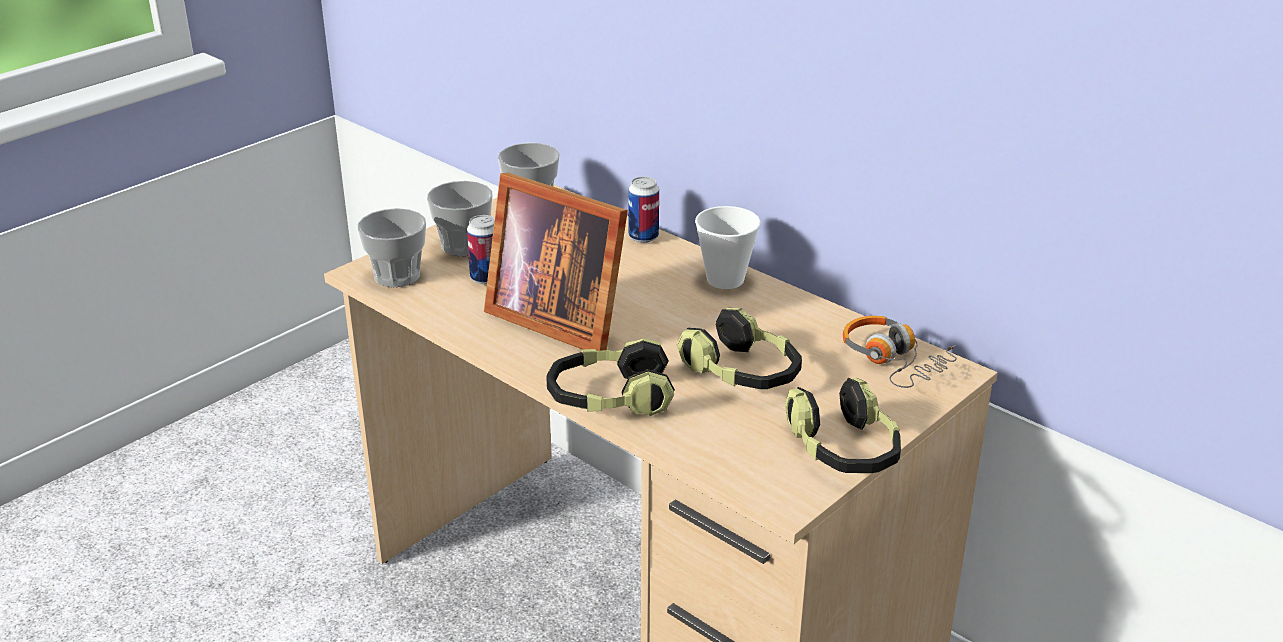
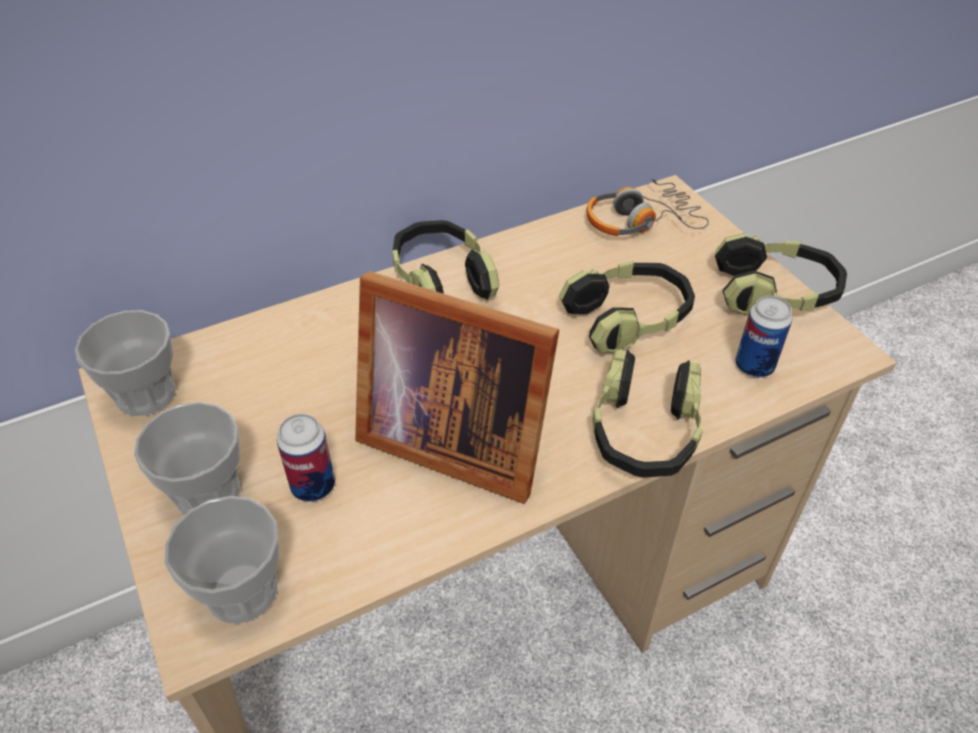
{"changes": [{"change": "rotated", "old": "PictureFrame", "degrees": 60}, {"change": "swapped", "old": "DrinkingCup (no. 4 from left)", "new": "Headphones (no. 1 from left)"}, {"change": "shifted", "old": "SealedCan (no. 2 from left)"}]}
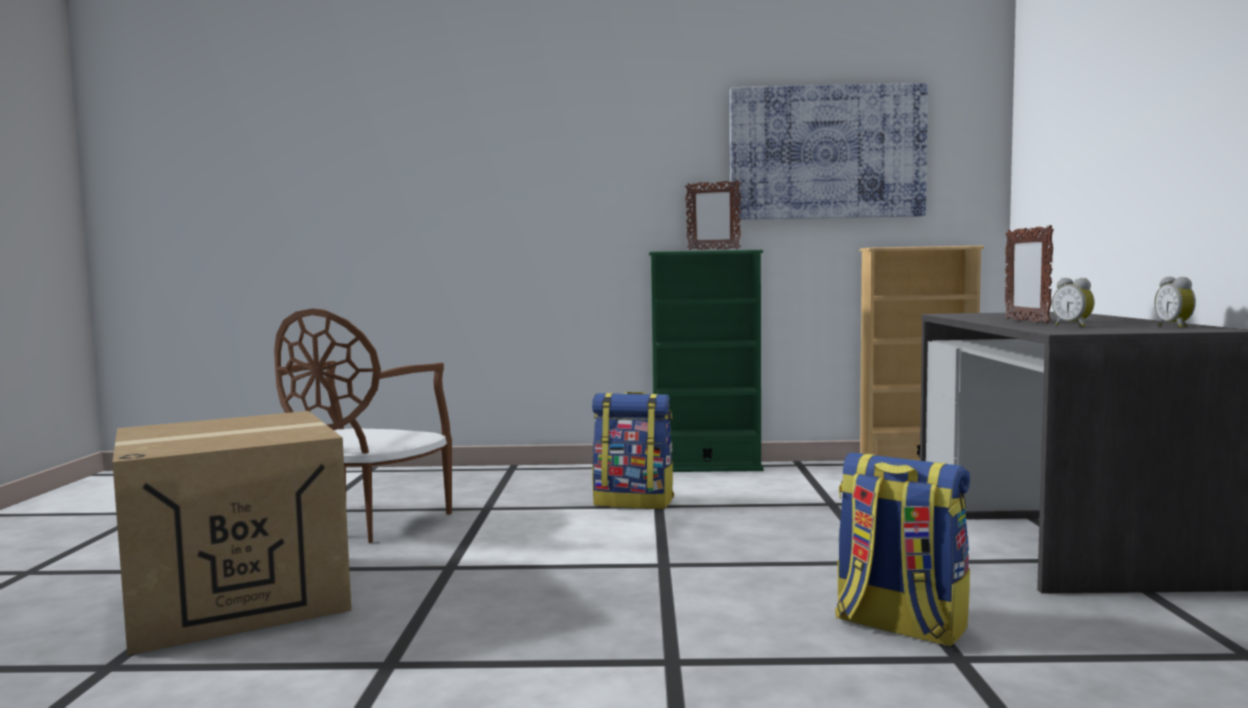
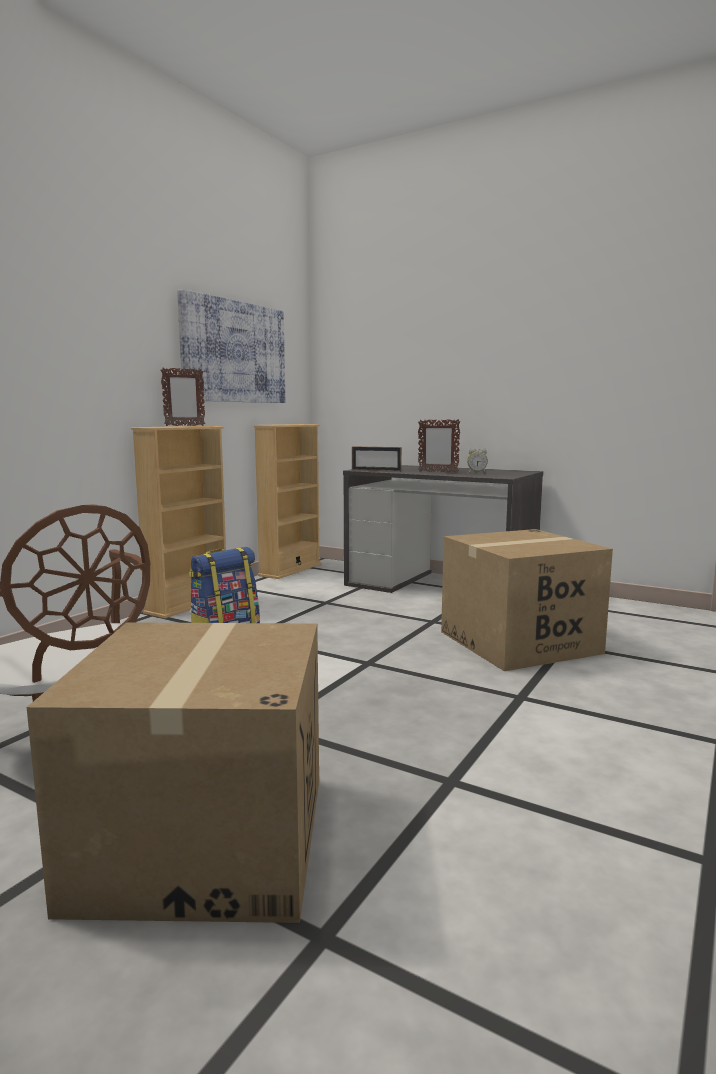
{"changes": [{"change": "repainted", "old": "GreenBookshelf", "new": "BeigeBookshelf (no. 1 from left)"}, {"change": "new", "new": "PictureFrame (no. 2 from left)"}, {"change": "swapped", "old": "Backpack (no. 2 from left)", "new": "Carton (no. 2 from left)"}, {"change": "gone", "old": "TableClock (no. 2 from left)"}]}
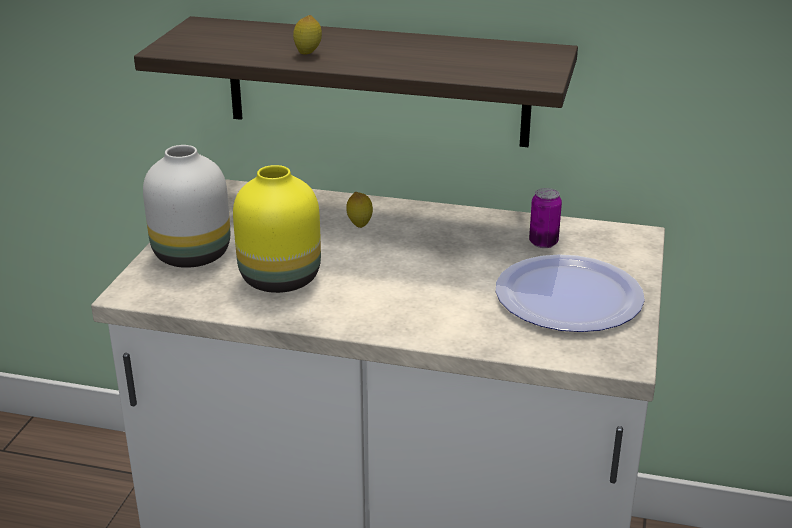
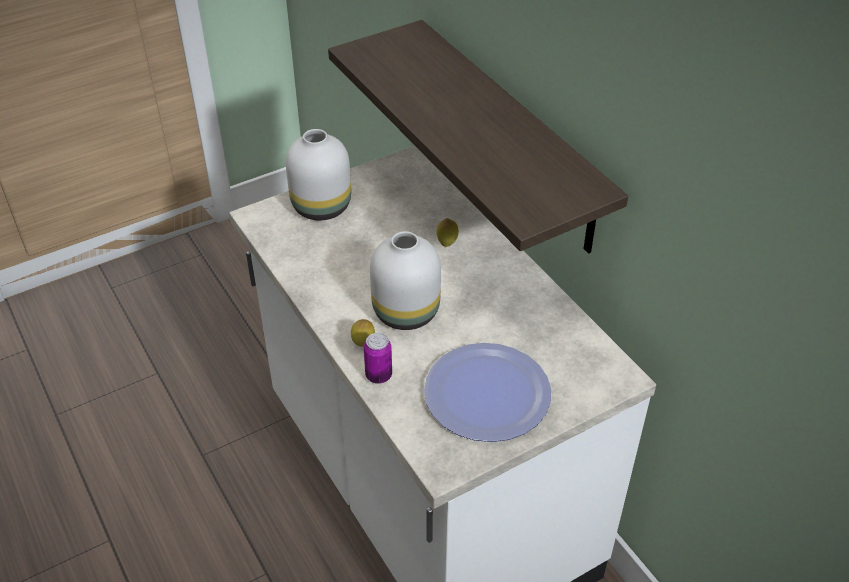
{"changes": [{"change": "shifted", "old": "Lemon (no. 1 from left)"}, {"change": "shifted", "old": "SealedCan"}, {"change": "new", "new": "WhitishVase (no. 2 from left)"}, {"change": "gone", "old": "YellowishVase"}]}
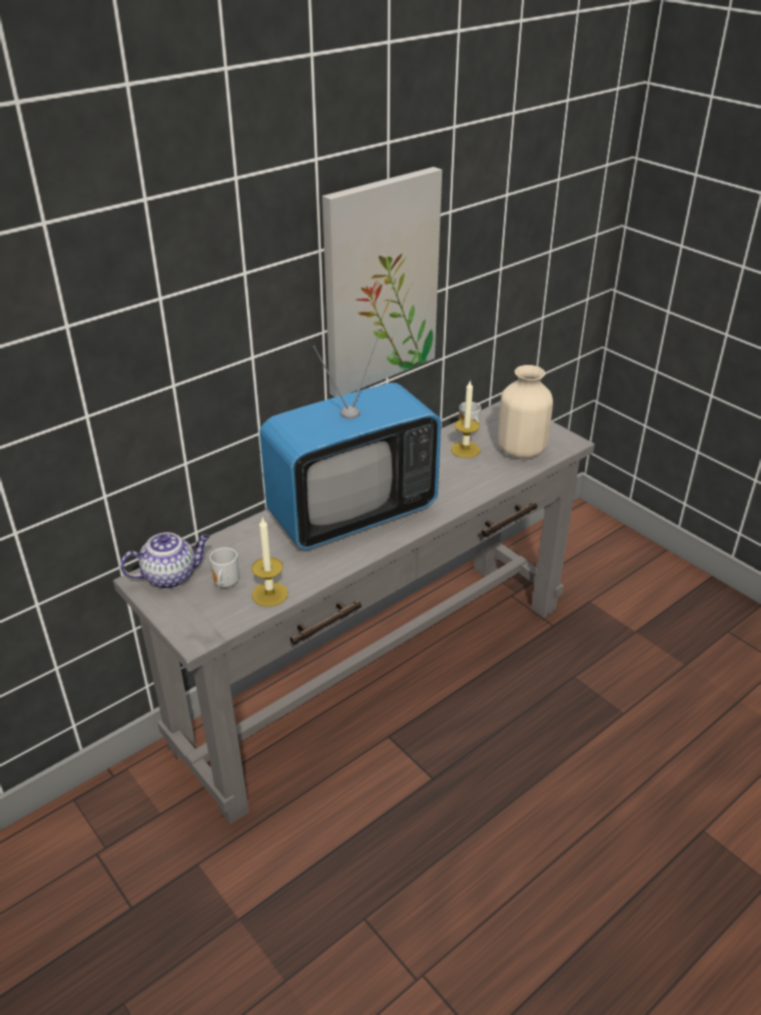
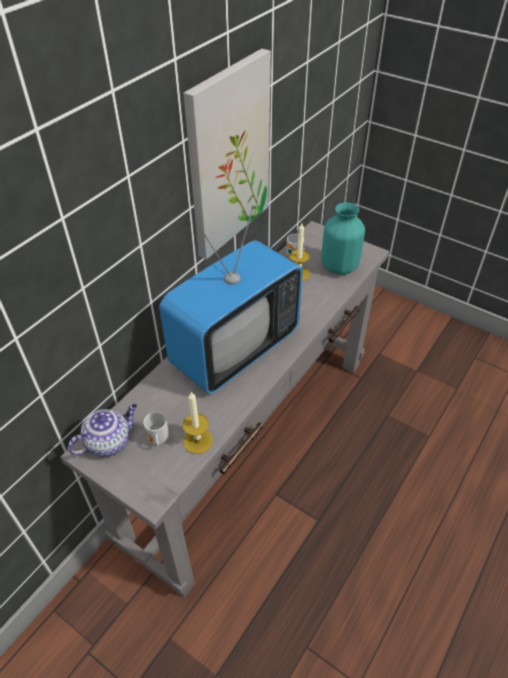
{"changes": [{"change": "repainted", "old": "BeigeVase", "new": "TurquoiseVase"}]}
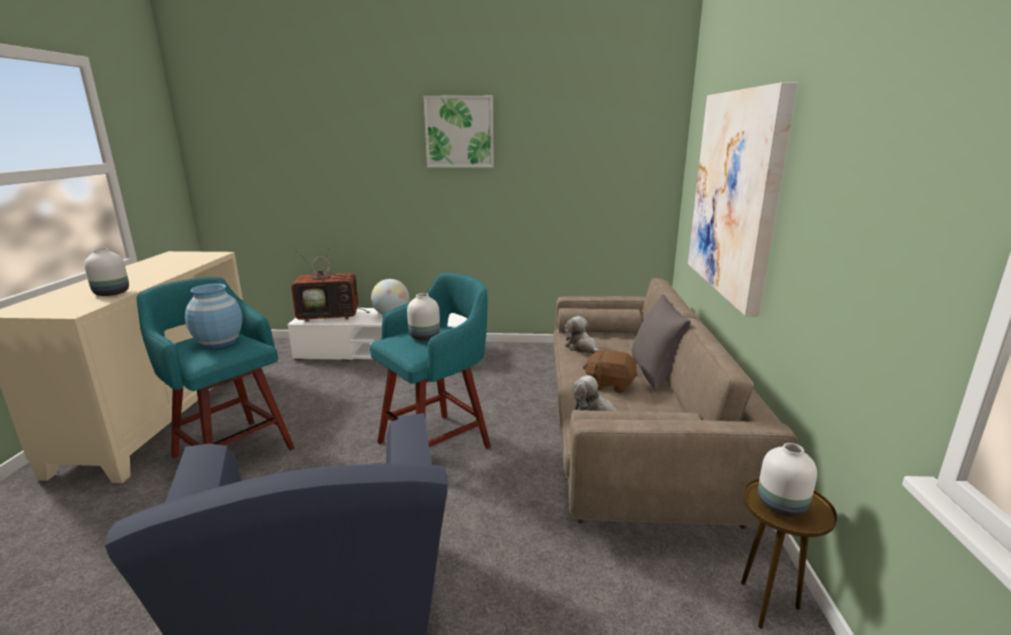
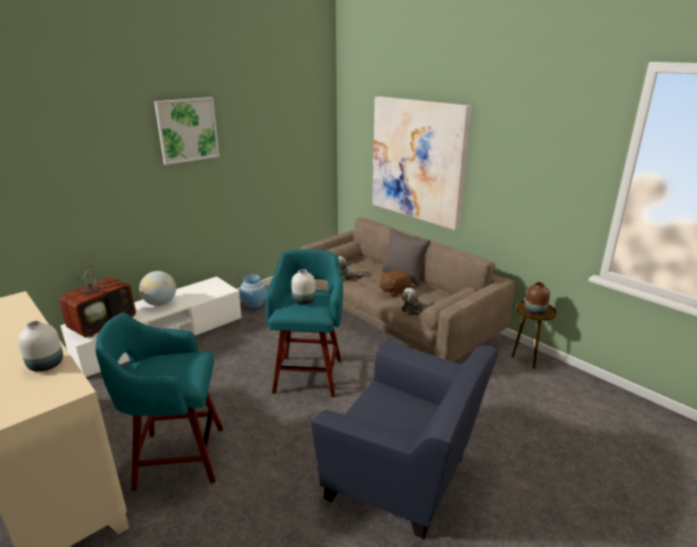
{"changes": [{"change": "shifted", "old": "BlueColouredVase"}, {"change": "repainted", "old": "WhitishVase (no. 3 from left)", "new": "BrownVase"}]}
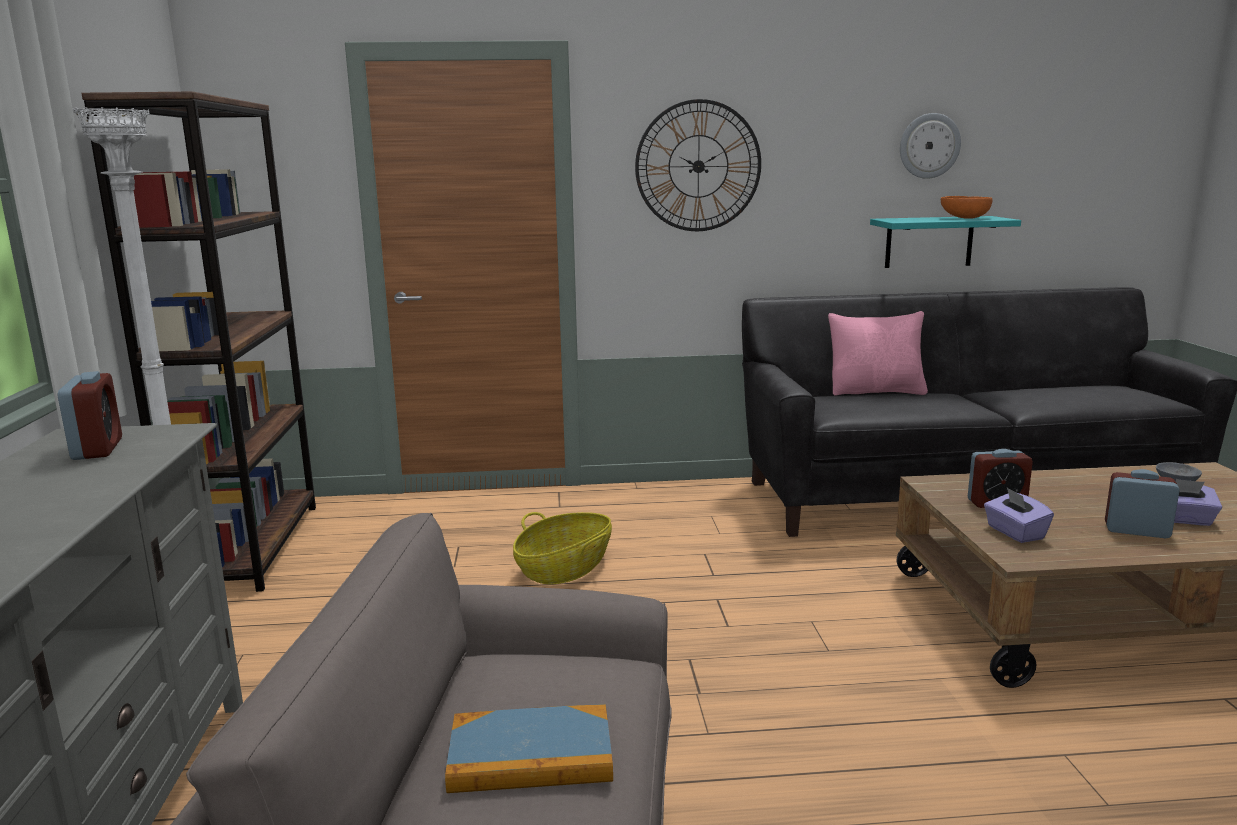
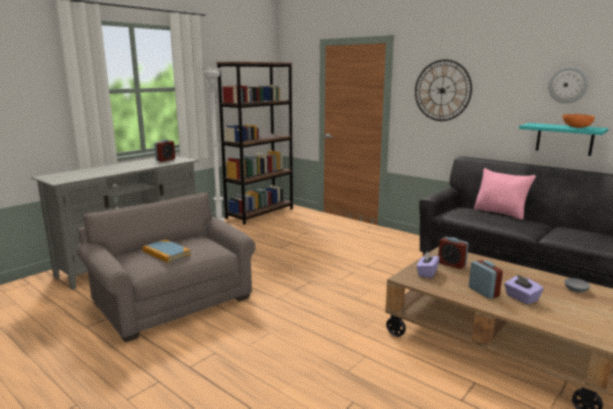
{"changes": [{"change": "gone", "old": "HouseholdBasket"}]}
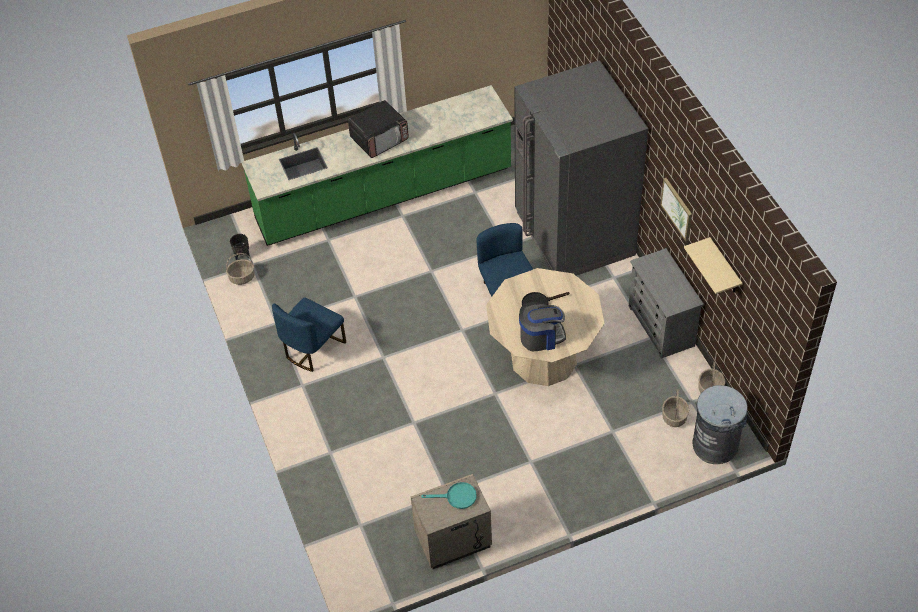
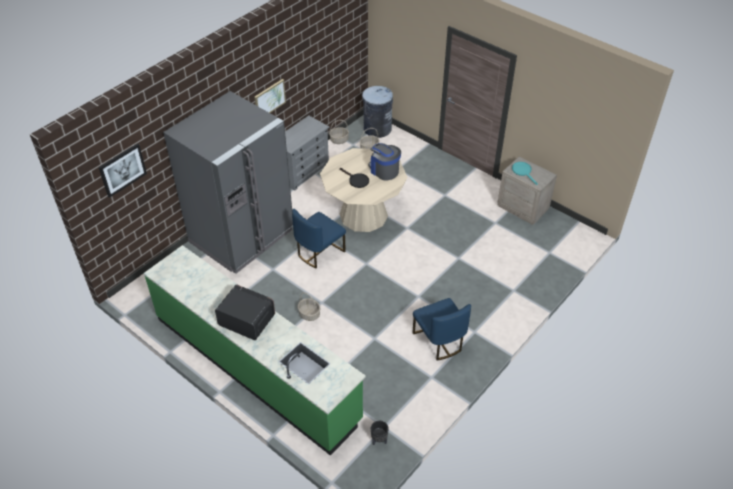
{"changes": [{"change": "new", "new": "WallPicture (no. 1 from left)"}, {"change": "shifted", "old": "HouseholdBasket (no. 1 from left)"}, {"change": "rotated", "old": "BlueColouredPlainChair (no. 1 from left in the first image)", "degrees": 60}, {"change": "gone", "old": "BeigeWallShelf"}]}
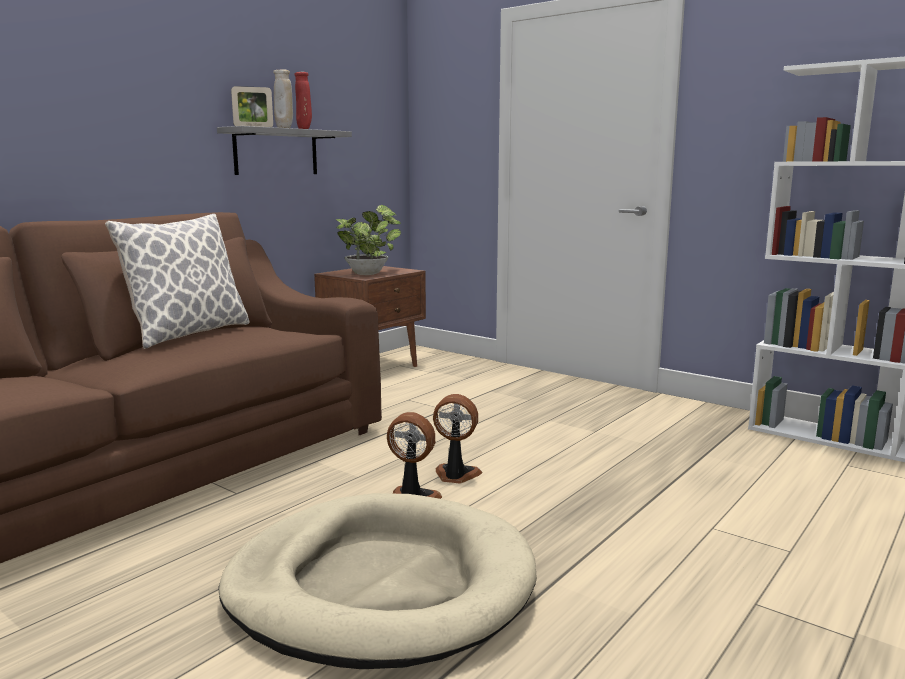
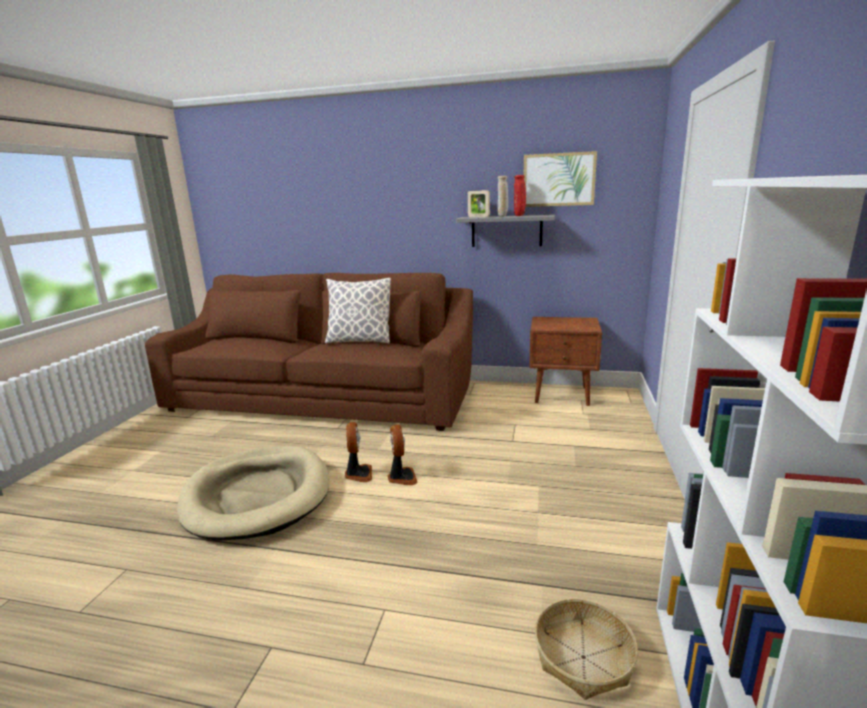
{"changes": [{"change": "new", "new": "WallPicture"}, {"change": "new", "new": "HouseholdBasket"}, {"change": "gone", "old": "PlantInAPot"}]}
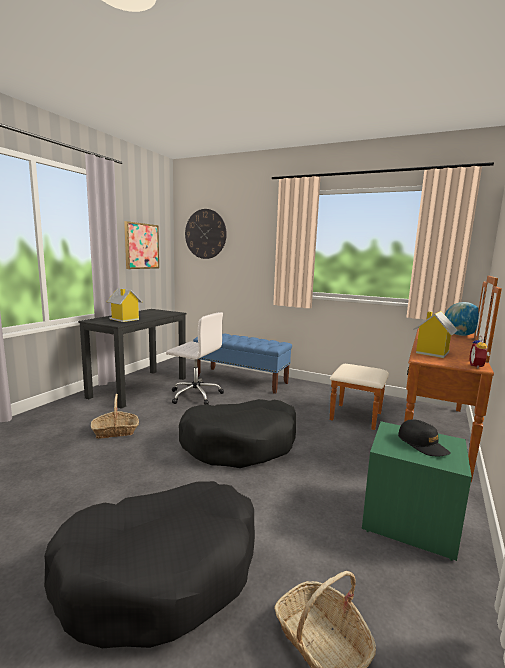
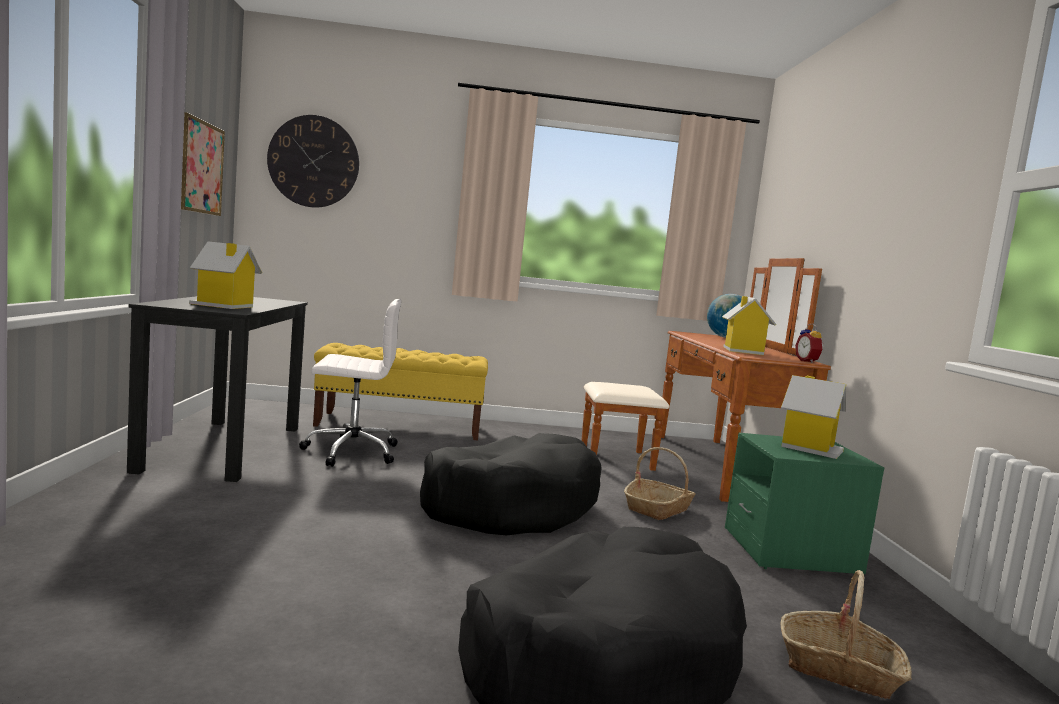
{"changes": [{"change": "repainted", "old": "BlueColouredIndoorBench", "new": "YellowishIndoorBench"}, {"change": "shifted", "old": "HouseholdBasket (no. 1 from left)"}, {"change": "swapped", "old": "BlackishPeakedCap", "new": "MiniatureHouse (no. 3 from left)"}]}
